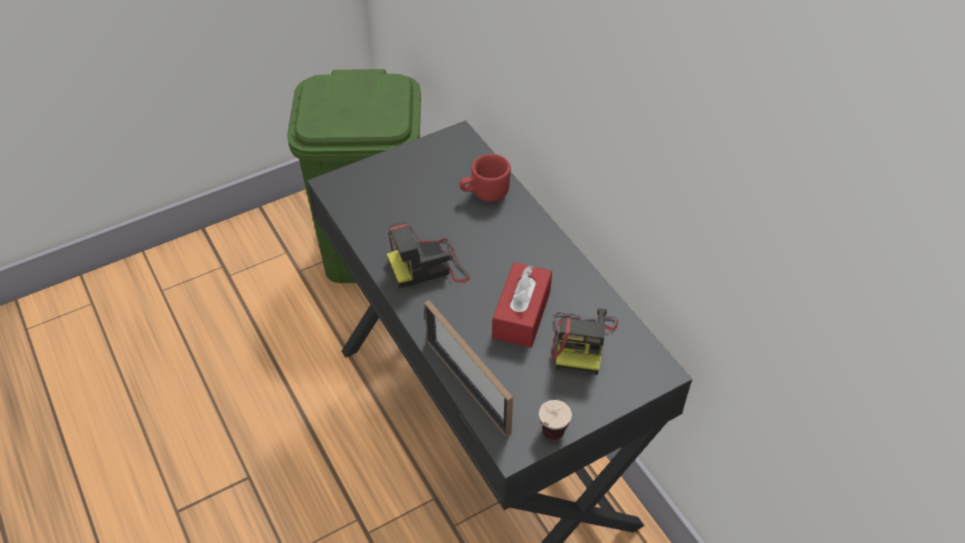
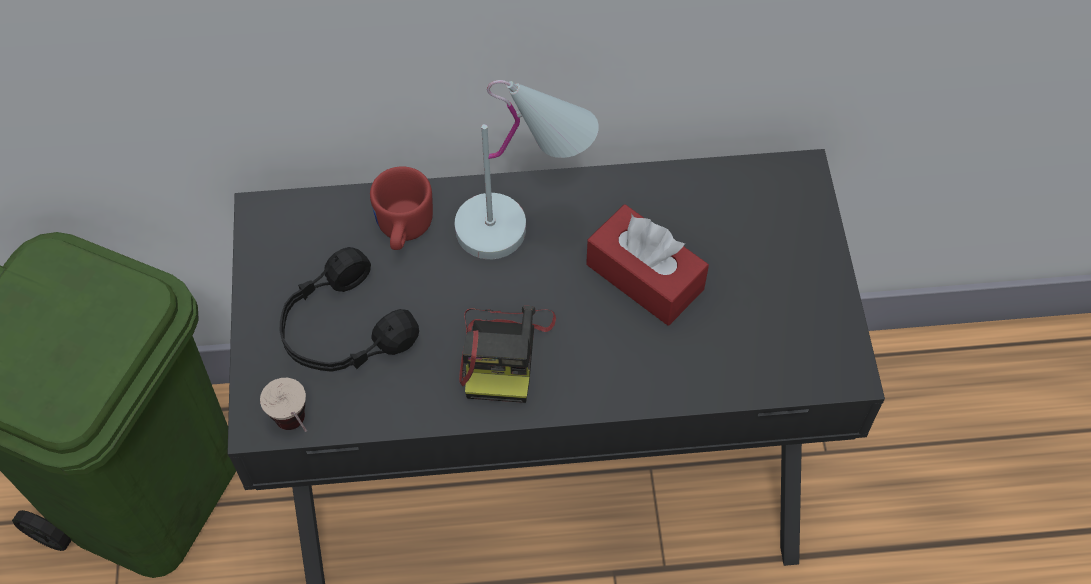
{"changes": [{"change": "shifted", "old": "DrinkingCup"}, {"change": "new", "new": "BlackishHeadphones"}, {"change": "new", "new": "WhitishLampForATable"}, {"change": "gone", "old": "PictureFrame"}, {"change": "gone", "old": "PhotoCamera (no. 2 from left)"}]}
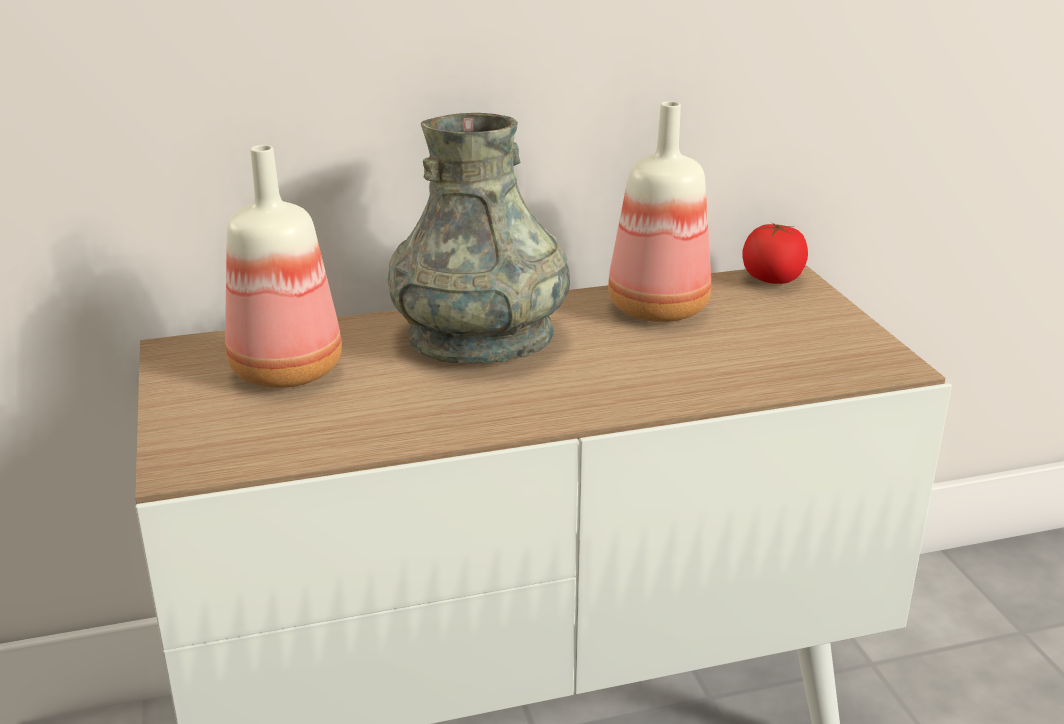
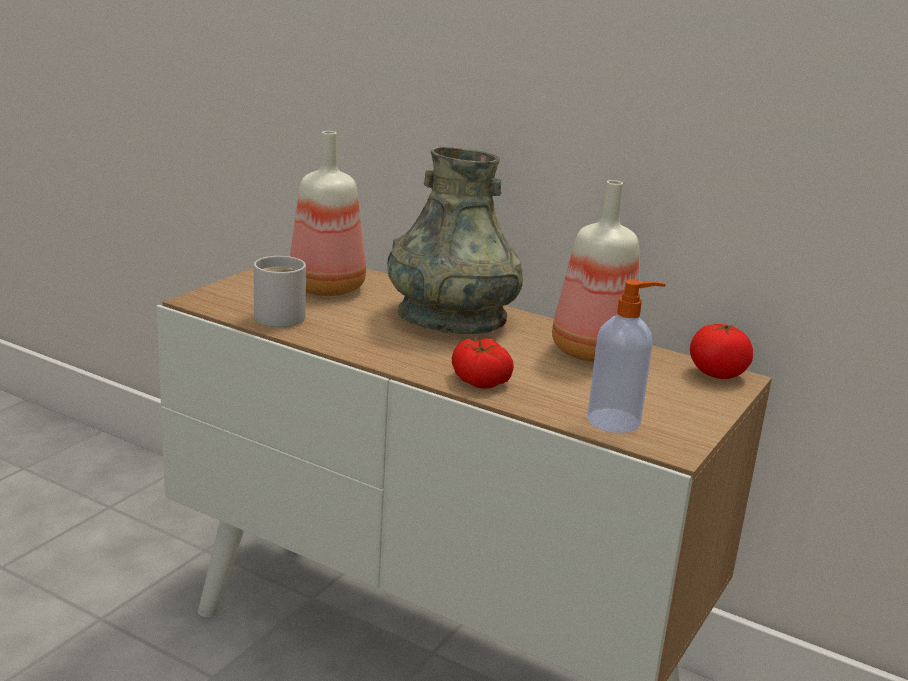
{"changes": [{"change": "new", "new": "WhitishCoffeeMug"}, {"change": "new", "new": "Tomato (no. 1 from left)"}, {"change": "new", "new": "SoapDispenser"}]}
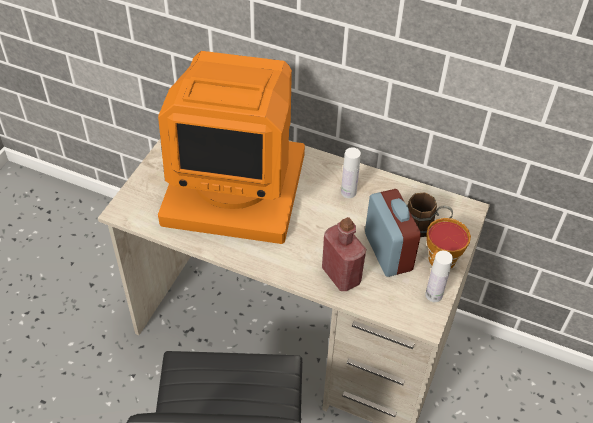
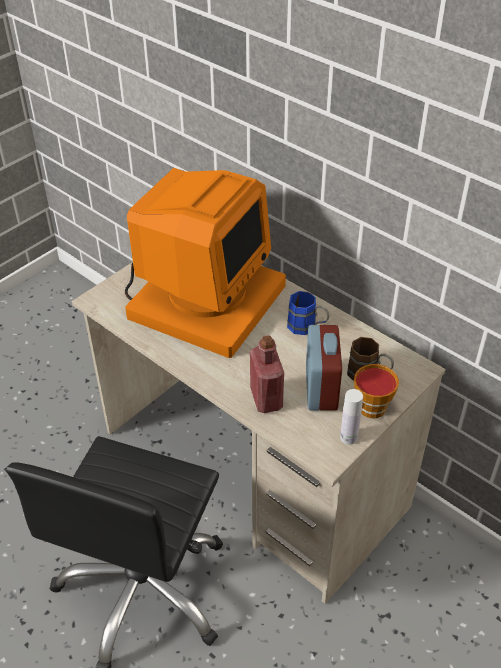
{"changes": [{"change": "rotated", "old": "ComputerDisplay", "degrees": -90}, {"change": "swapped", "old": "WhitishBeverageBottle (no. 1 from left)", "new": "BlueColouredCoffeeMug"}]}
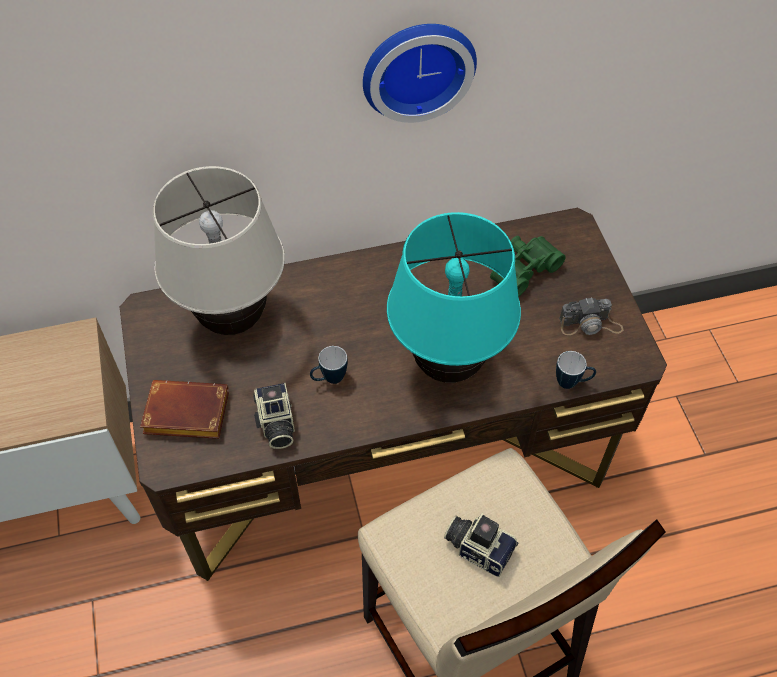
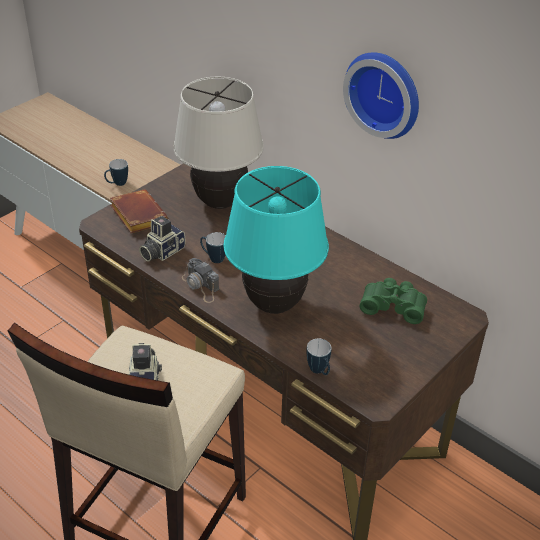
{"changes": [{"change": "new", "new": "CoffeeMug (no. 1 from left)"}, {"change": "shifted", "old": "PhotoCamera (no. 3 from left)"}]}
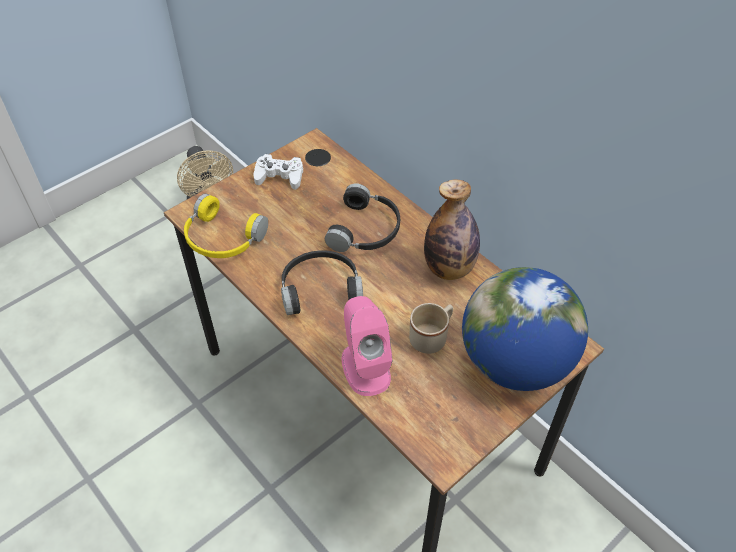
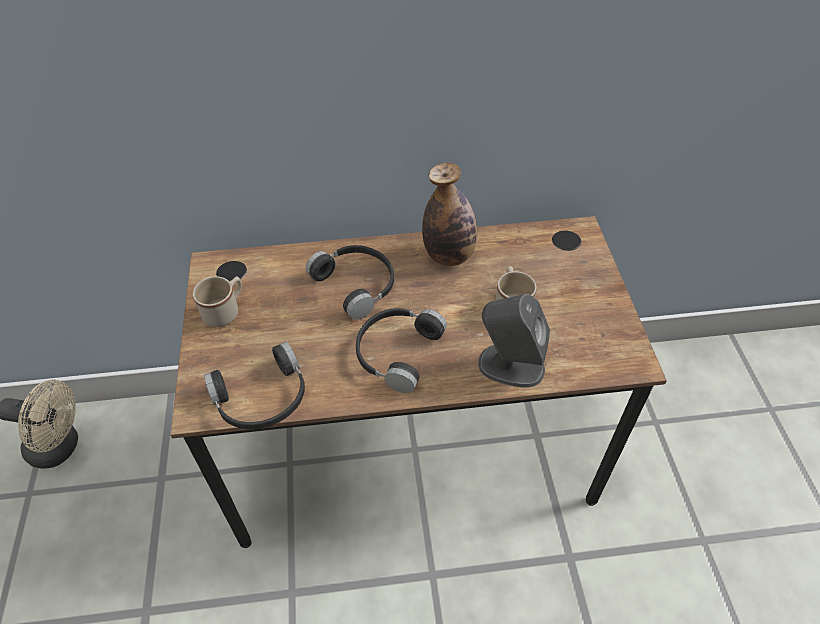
{"changes": [{"change": "swapped", "old": "WhitishGameController", "new": "BeigeCoffeeMug (no. 1 from left)"}, {"change": "repainted", "old": "YellowishHeadphones", "new": "BlackishHeadphones (no. 1 from left)"}, {"change": "repainted", "old": "PinkSpeaker", "new": "GraySpeaker"}, {"change": "gone", "old": "WorldGlobe"}]}
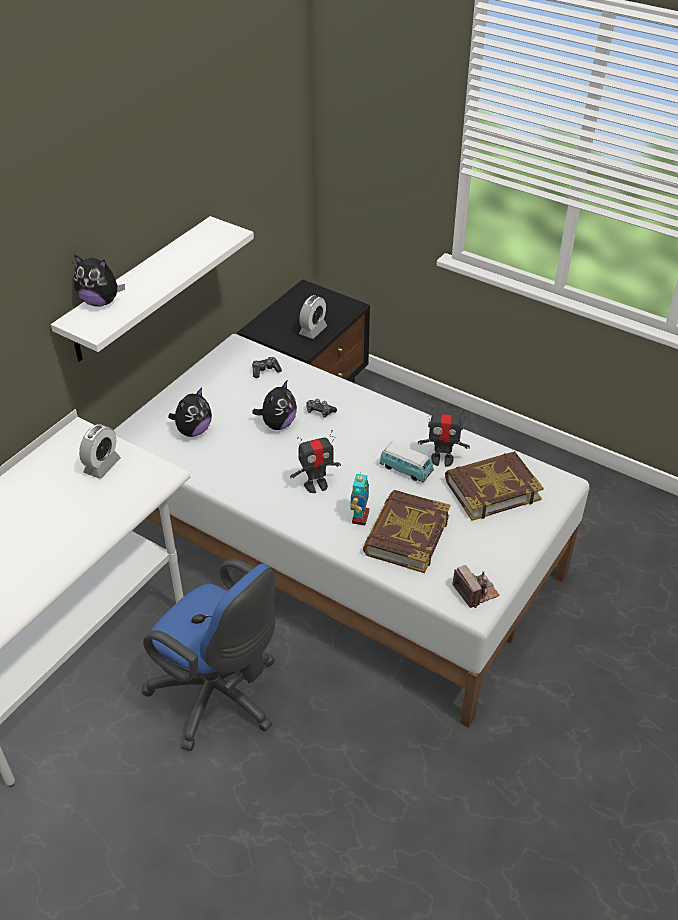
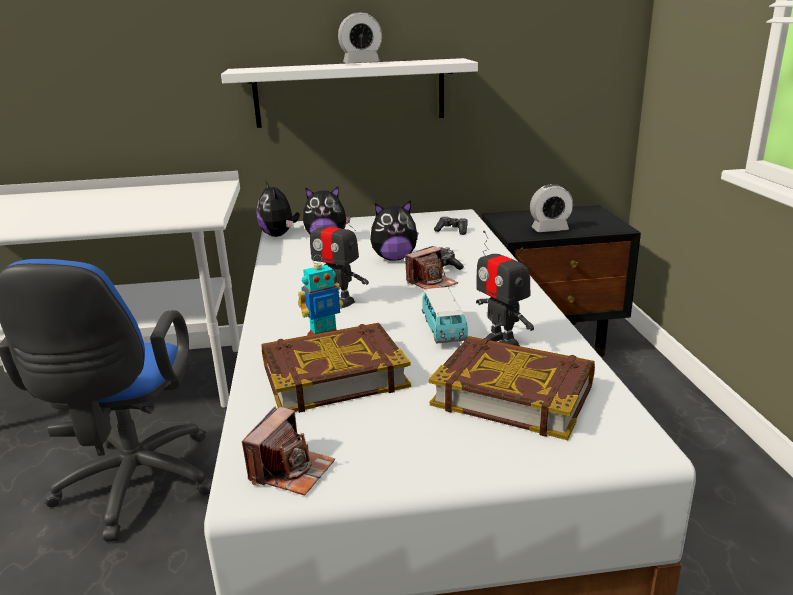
{"changes": [{"change": "shifted", "old": "PlushToy (no. 1 from left)"}, {"change": "shifted", "old": "TableClock (no. 1 from left)"}, {"change": "new", "new": "PhotoCamera (no. 2 from left)"}]}
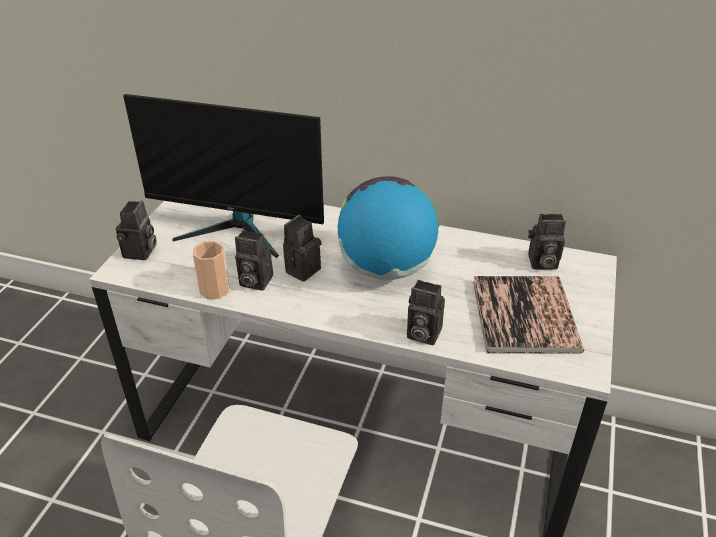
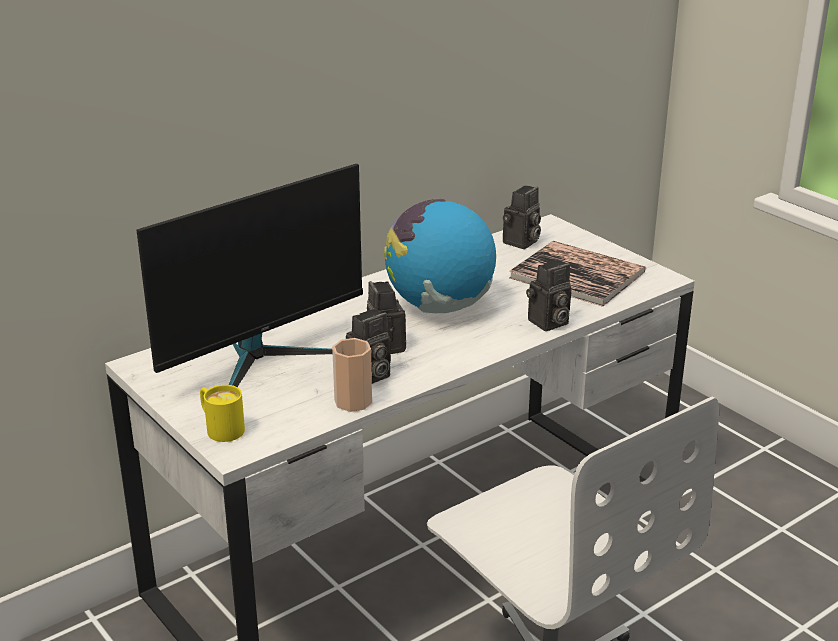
{"changes": [{"change": "swapped", "old": "PhotoCamera (no. 1 from left)", "new": "YellowishCoffeeMug"}]}
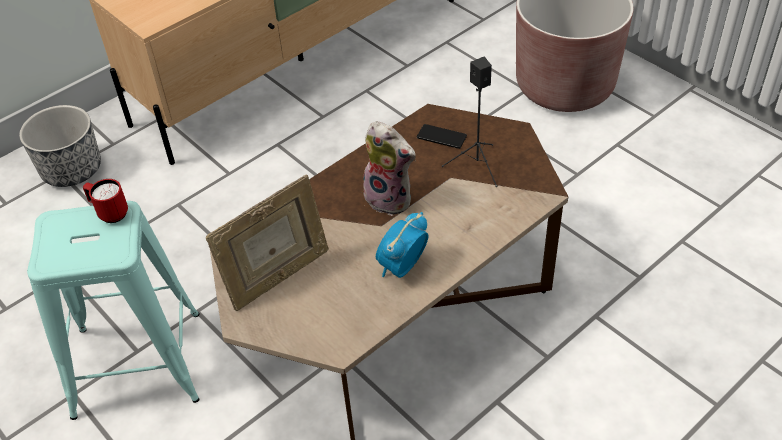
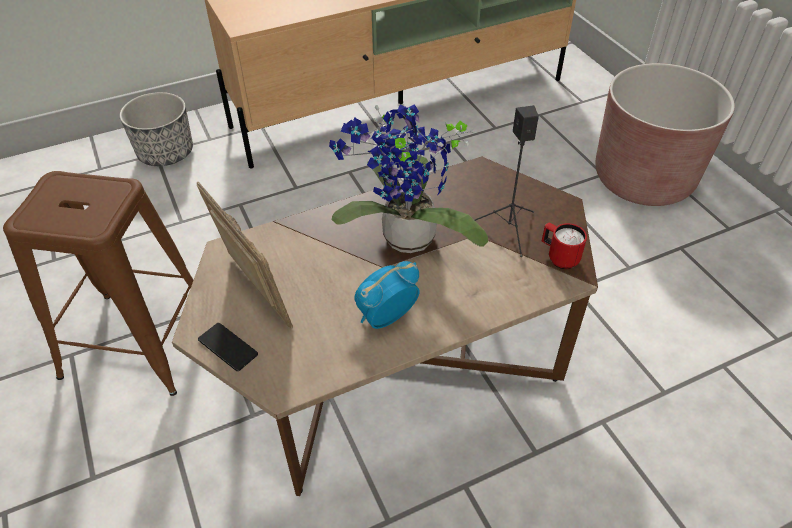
{"changes": [{"change": "repainted", "old": "TurquoiseSittingStool", "new": "BrownSittingStool"}, {"change": "rotated", "old": "PictureFrame", "degrees": -105}, {"change": "shifted", "old": "Phone"}, {"change": "swapped", "old": "PlushToy", "new": "PlantInAPot"}, {"change": "shifted", "old": "RedCoffeeMug"}]}
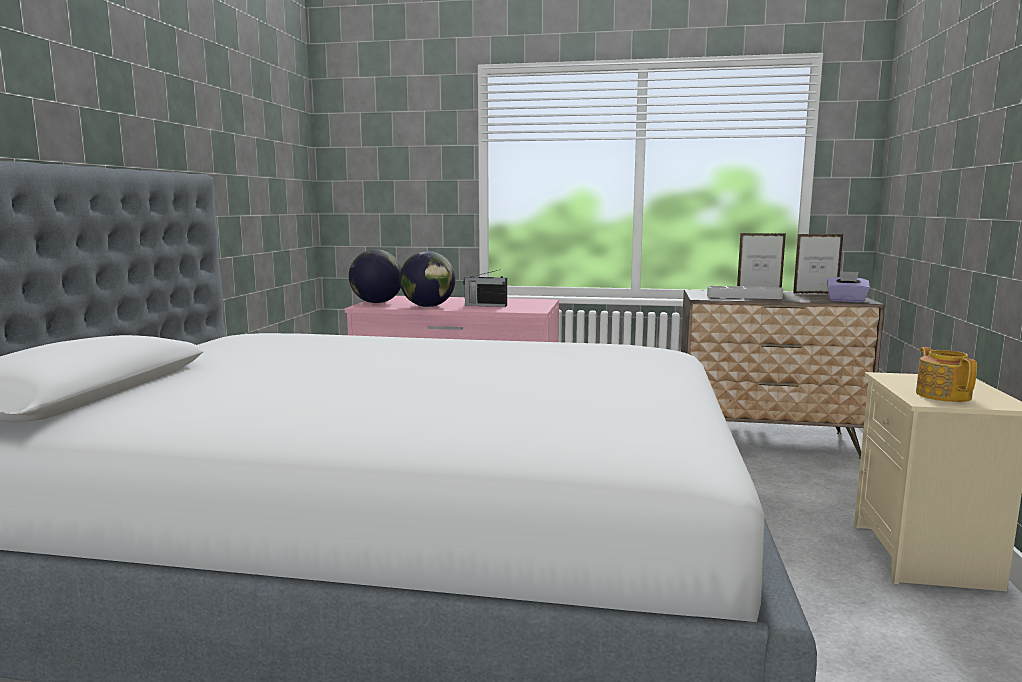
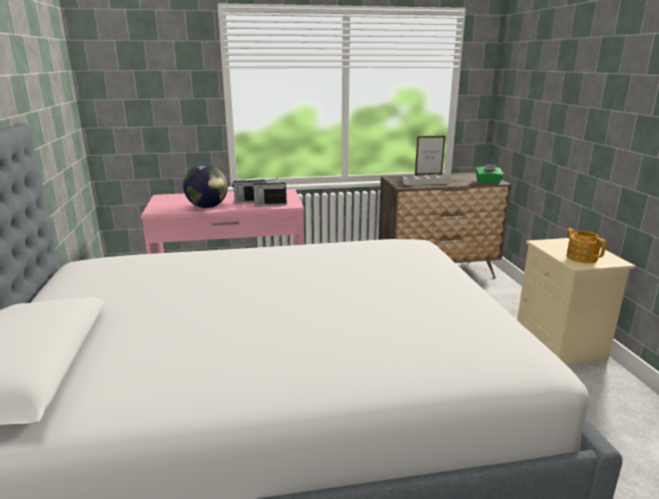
{"changes": [{"change": "new", "new": "Radio (no. 2 from left)"}, {"change": "repainted", "old": "PurplishBoxOfTissues", "new": "GreenBoxOfTissues"}, {"change": "gone", "old": "WorldGlobe (no. 1 from left)"}, {"change": "gone", "old": "PictureFrame (no. 2 from left)"}]}
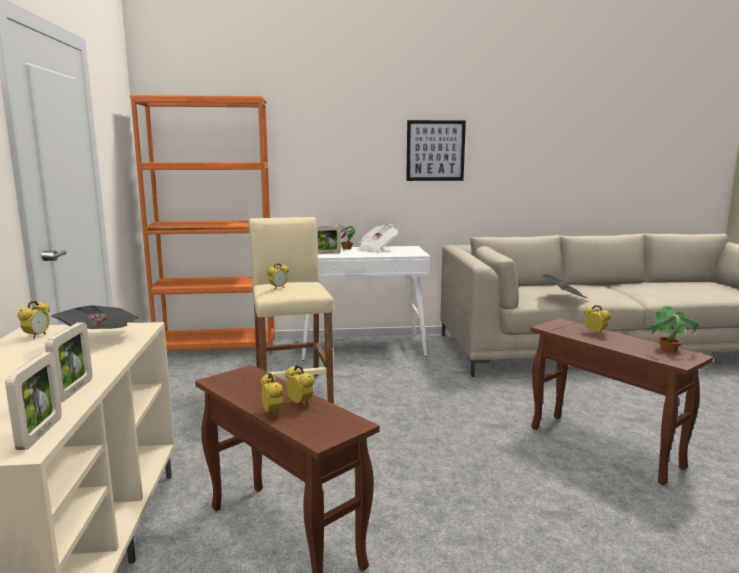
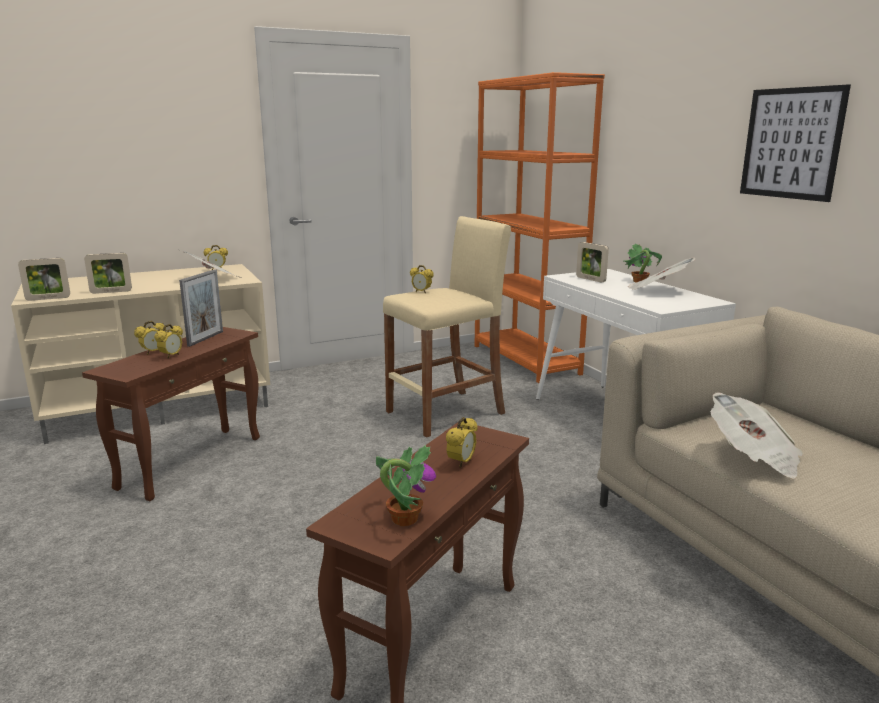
{"changes": [{"change": "new", "new": "PictureFrame (no. 3 from left)"}]}
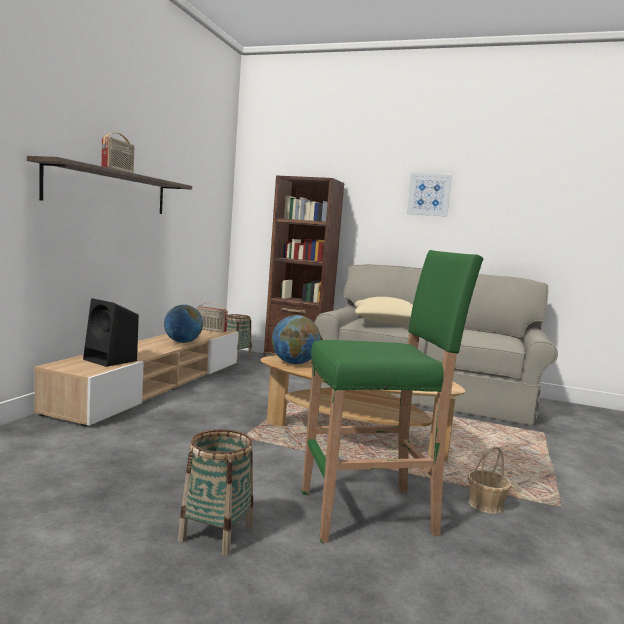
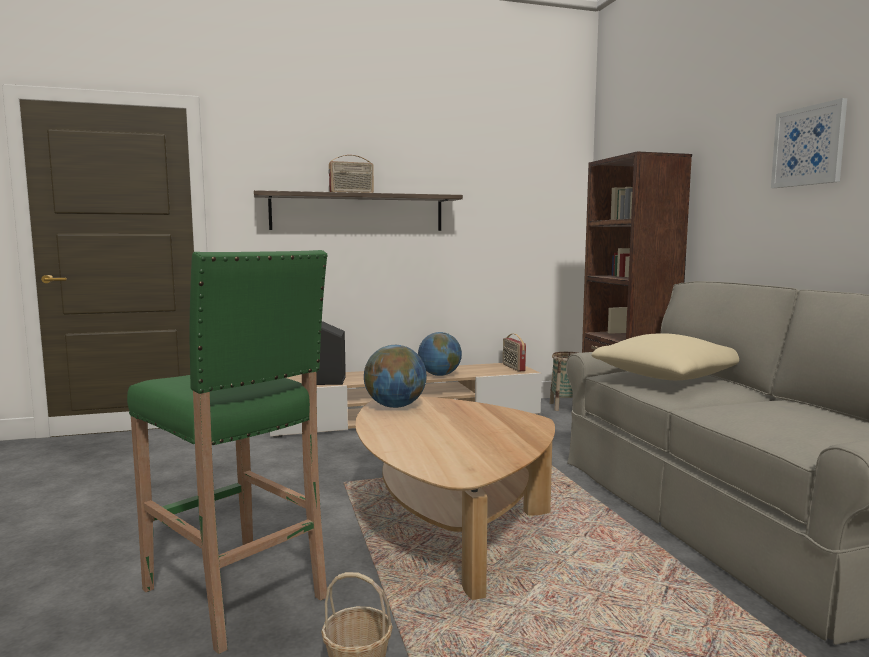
{"changes": [{"change": "gone", "old": "HouseholdBasket (no. 1 from left)"}]}
